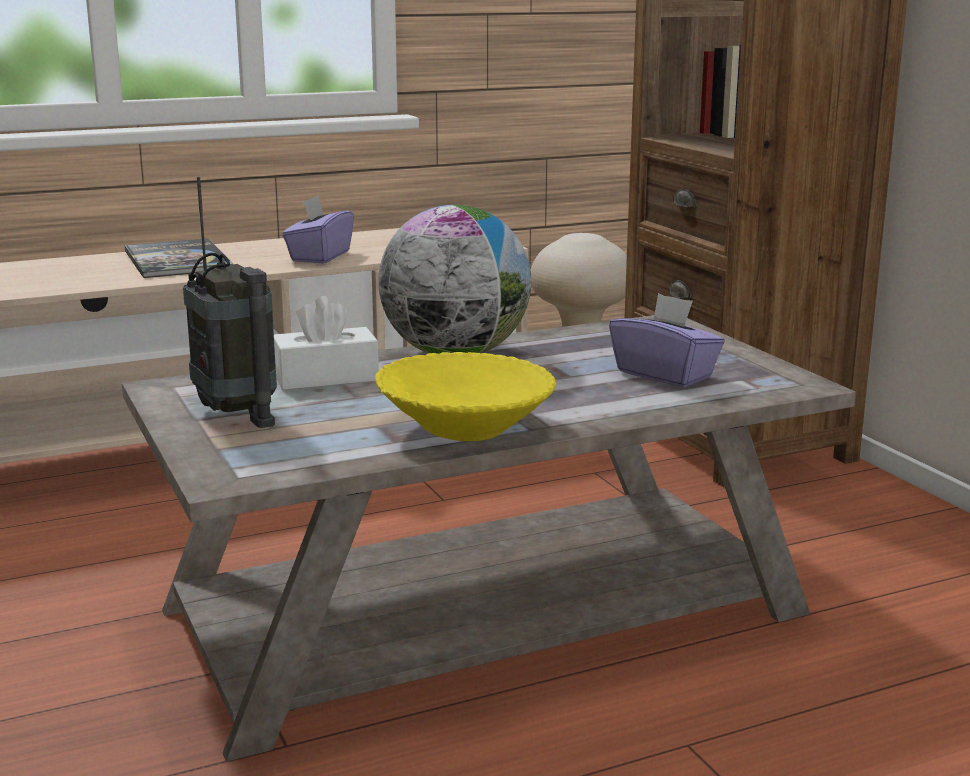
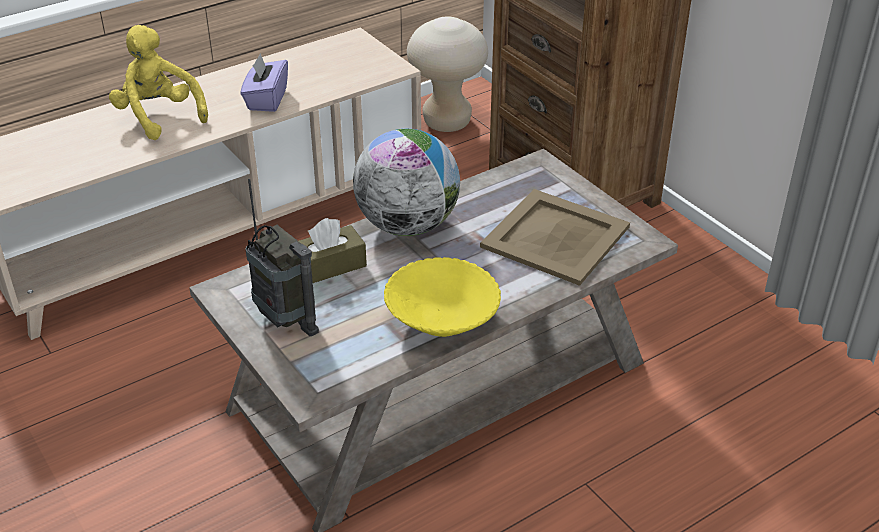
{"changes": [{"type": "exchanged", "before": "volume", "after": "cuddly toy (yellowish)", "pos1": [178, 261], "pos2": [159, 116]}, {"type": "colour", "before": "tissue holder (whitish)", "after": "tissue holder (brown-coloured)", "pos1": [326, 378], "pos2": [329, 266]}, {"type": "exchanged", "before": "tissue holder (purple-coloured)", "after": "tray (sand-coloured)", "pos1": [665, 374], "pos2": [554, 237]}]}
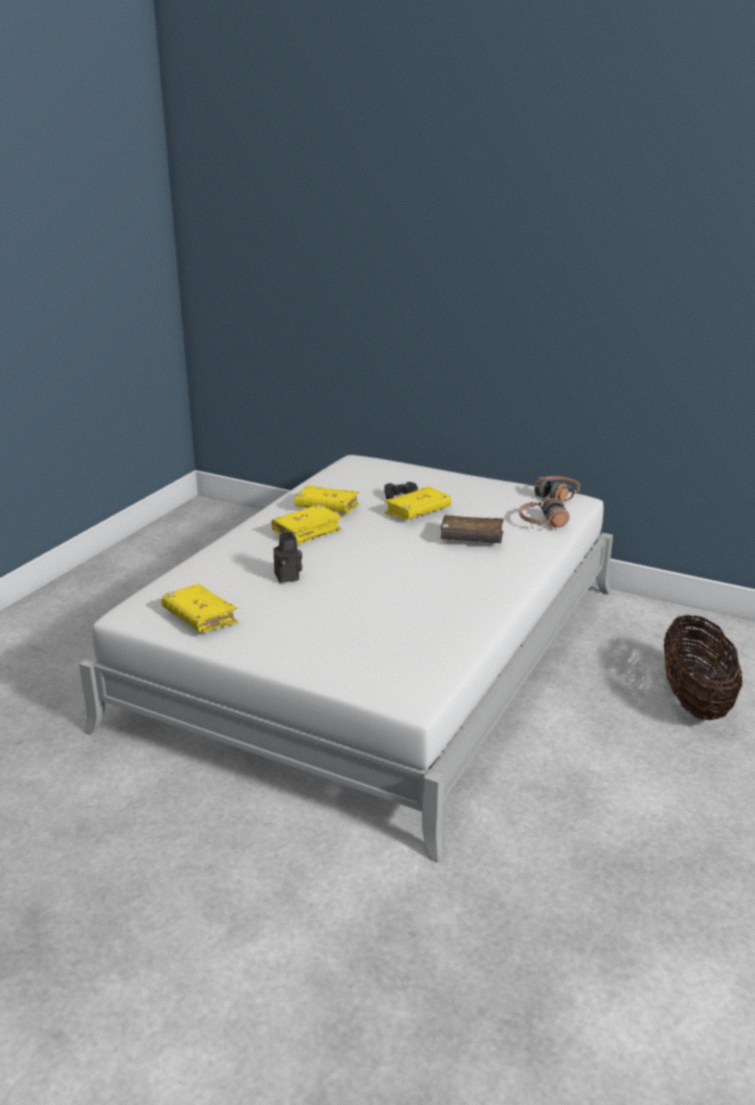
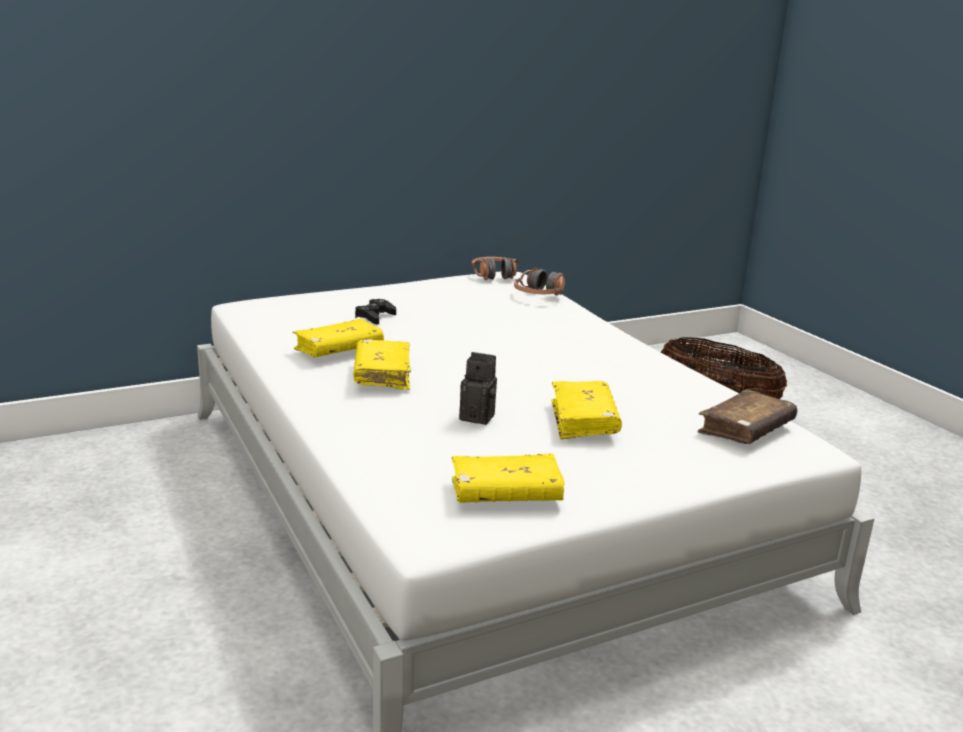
{"changes": [{"type": "relocated", "before": "volume (yellowish)", "pos1": [417, 512], "pos2": [583, 420]}, {"type": "relocated", "before": "volume (brown-coloured)", "pos1": [471, 538], "pos2": [745, 430]}]}
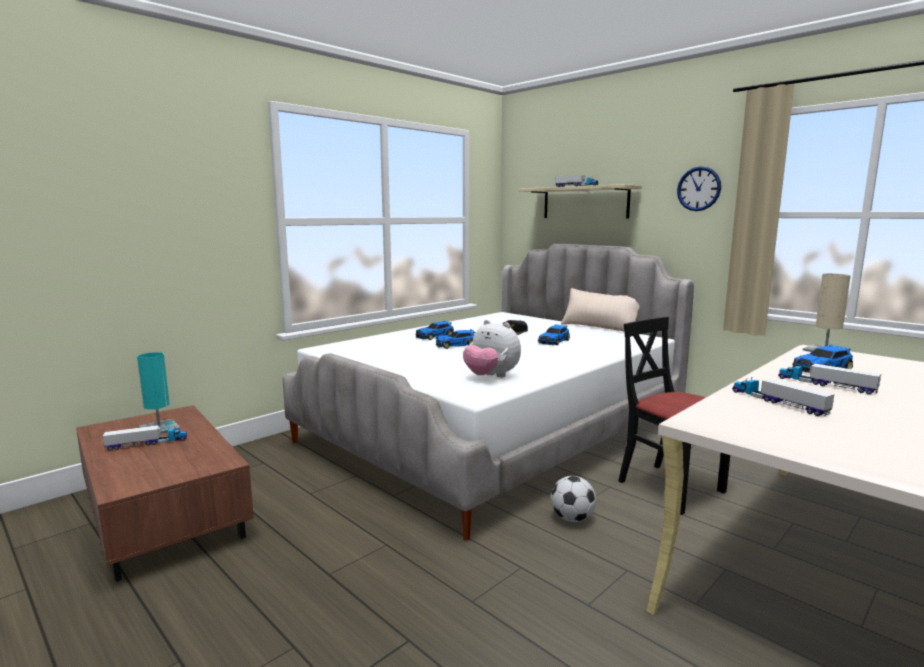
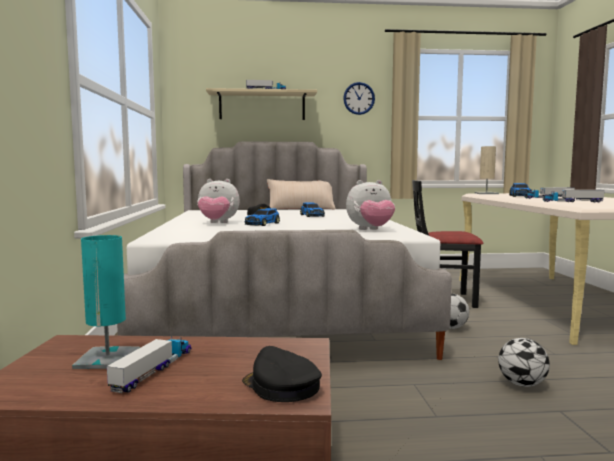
{"changes": [{"type": "exchanged", "before": "model car", "after": "cuddly toy", "pos1": [435, 336], "pos2": [217, 223]}, {"type": "appeared", "after": "cap (black)", "pos2": [281, 386]}, {"type": "appeared", "after": "football", "pos2": [522, 384]}]}
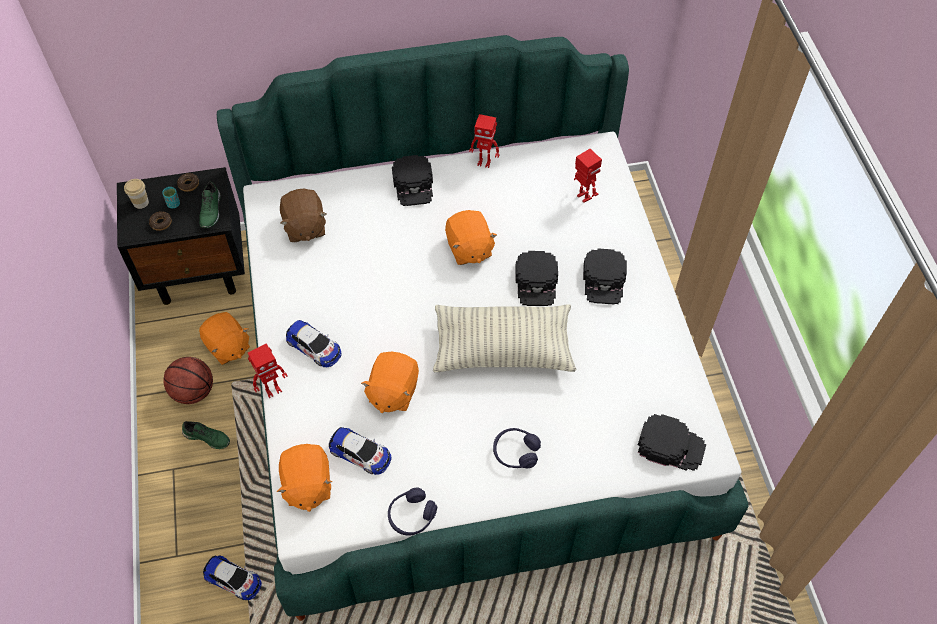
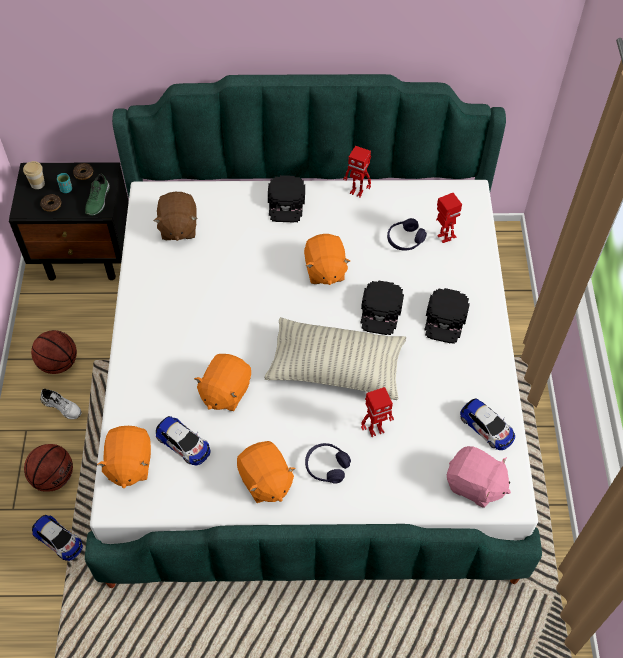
{"changes": [{"type": "appeared", "after": "ball for basketball", "pos2": [53, 477]}, {"type": "colour", "before": "low shoe (green)", "after": "low shoe (whitish)", "pos1": [207, 437], "pos2": [62, 406]}, {"type": "relocated", "before": "cuddly toy (orangey)", "pos1": [227, 347], "pos2": [265, 481]}, {"type": "relocated", "before": "model robot", "pos1": [272, 390], "pos2": [375, 429]}, {"type": "relocated", "before": "pair of headphones (purple-coloured)", "pos1": [411, 516], "pos2": [405, 240]}, {"type": "exchanged", "before": "cap (black)", "after": "cuddly toy (pink-coloured)", "pos1": [670, 445], "pos2": [474, 485]}, {"type": "relocated", "before": "model car", "pos1": [314, 347], "pos2": [486, 427]}]}
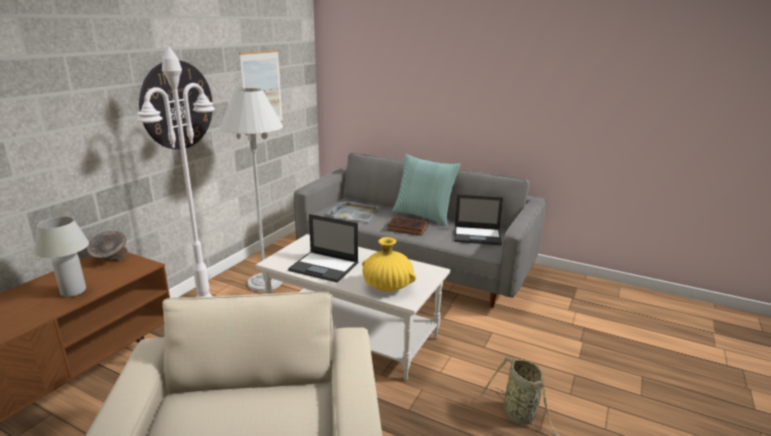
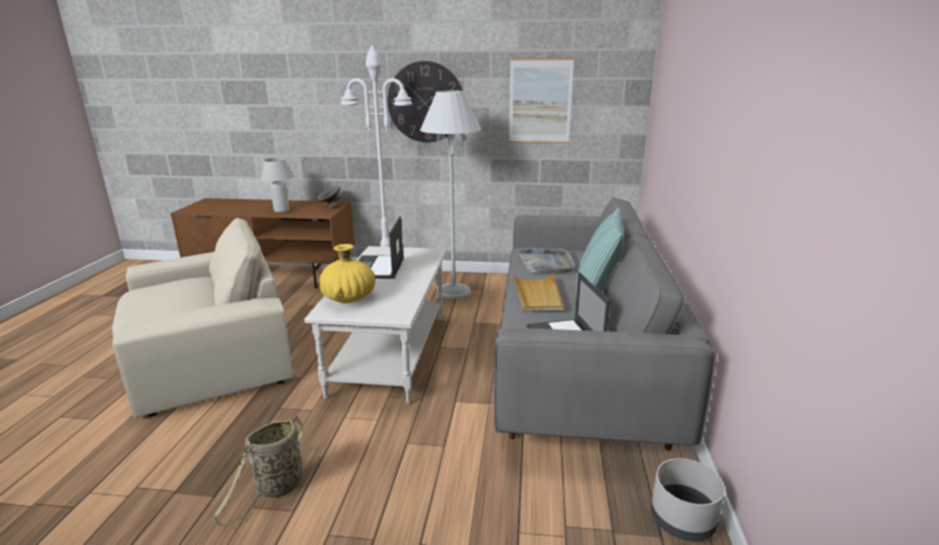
{"changes": [{"type": "exchanged", "before": "volume (brown-coloured)", "after": "tray (sand-coloured)", "pos1": [408, 228], "pos2": [537, 295]}, {"type": "appeared", "after": "plant pot (grey)", "pos2": [683, 520]}]}
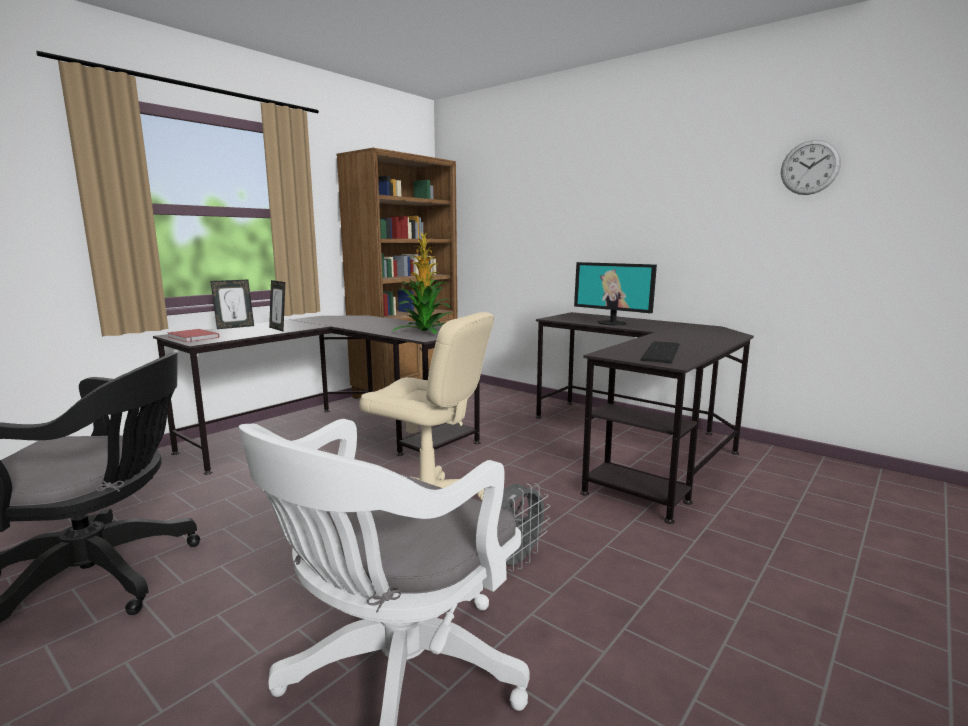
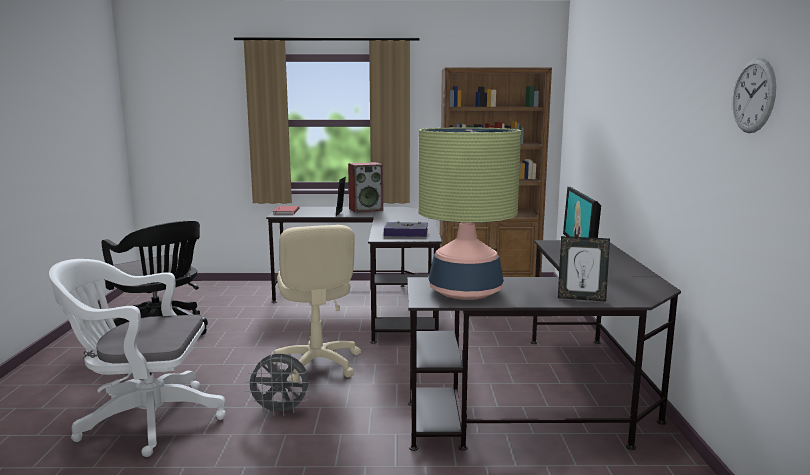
{"changes": [{"type": "appeared", "after": "speaker", "pos2": [366, 209]}, {"type": "exchanged", "before": "potted plant", "after": "volume", "pos1": [426, 331], "pos2": [406, 233]}, {"type": "exchanged", "before": "computer keyboard", "after": "tabletop lamp", "pos1": [659, 352], "pos2": [465, 291]}, {"type": "relocated", "before": "picture frame", "pos1": [235, 327], "pos2": [581, 298]}]}
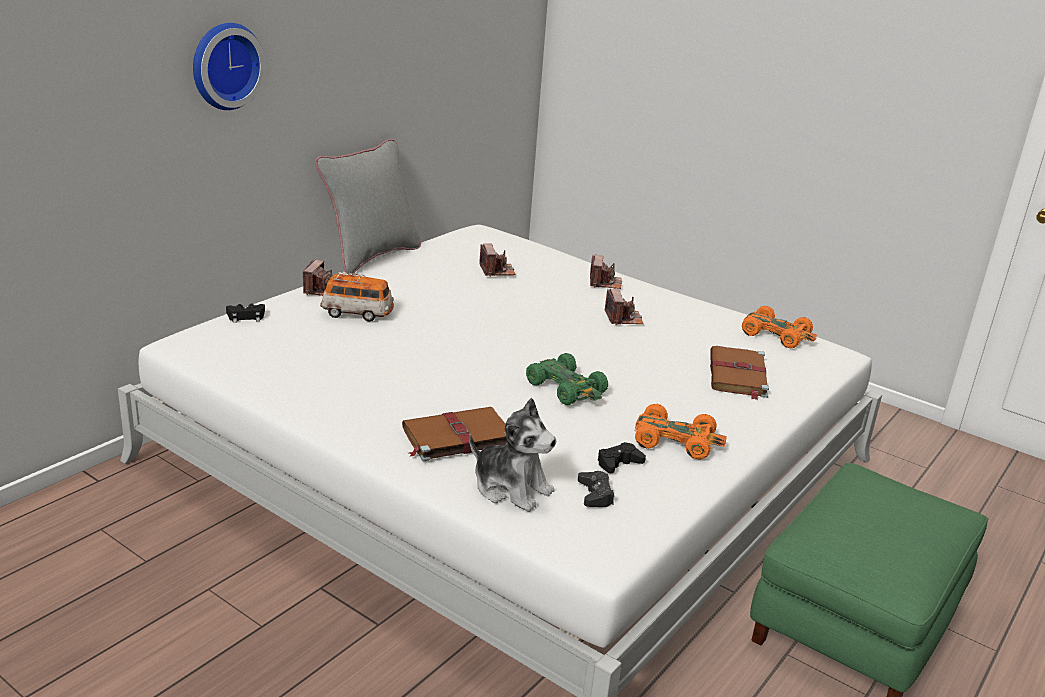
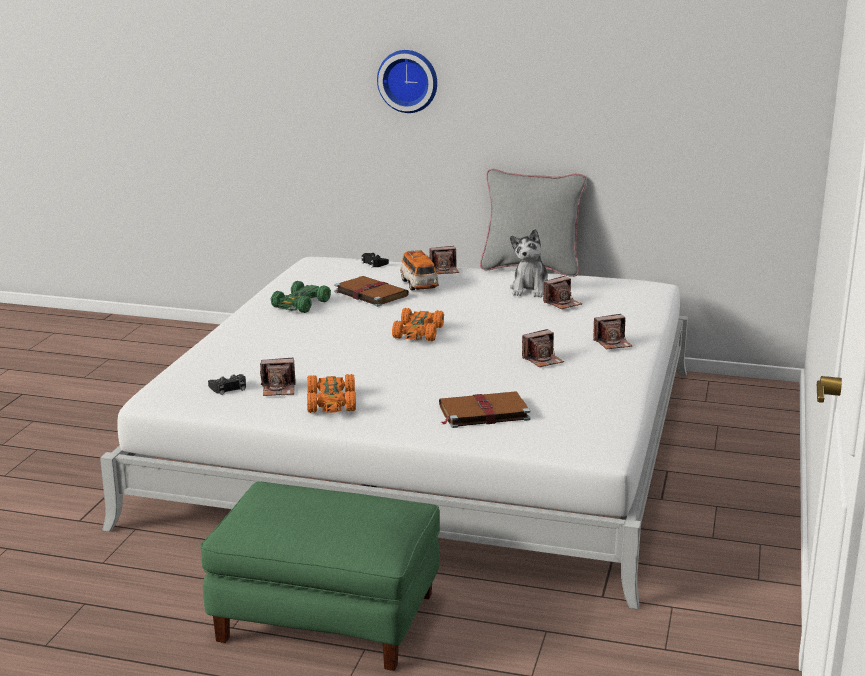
{"changes": [{"type": "exchanged", "before": "joypad (black)", "after": "still camera", "pos1": [618, 463], "pos2": [279, 389]}, {"type": "relocated", "before": "model car (green)", "pos1": [567, 388], "pos2": [301, 304]}, {"type": "relocated", "before": "volume (brown-coloured)", "pos1": [455, 437], "pos2": [370, 293]}, {"type": "relocated", "before": "model car (orangey)", "pos1": [777, 335], "pos2": [418, 333]}, {"type": "relocated", "before": "cuddly toy", "pos1": [511, 488], "pos2": [530, 289]}]}
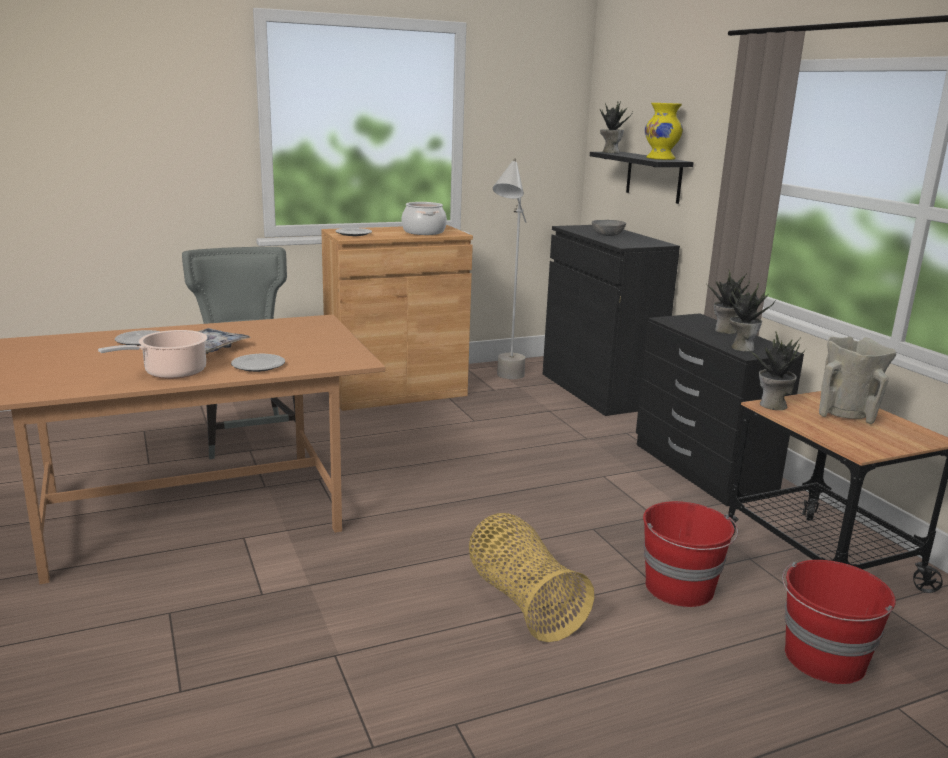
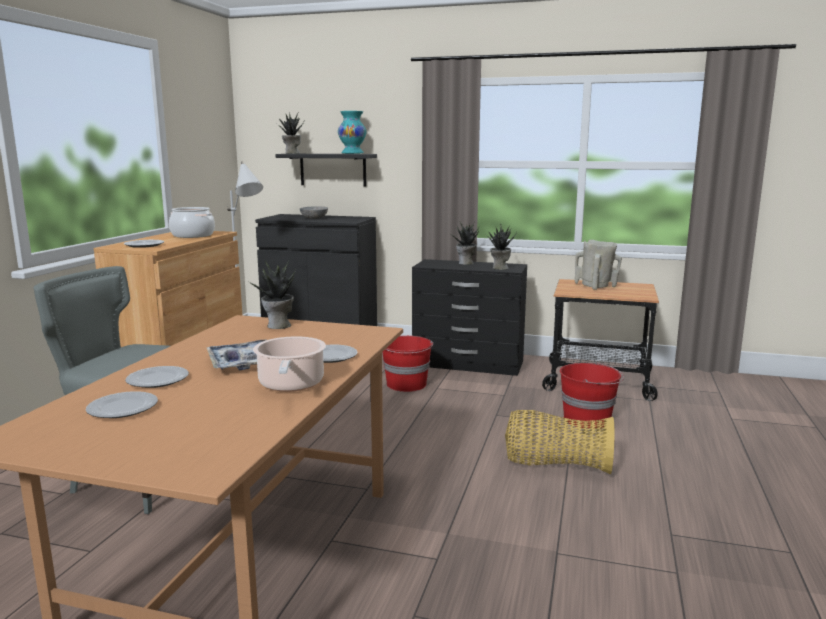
{"changes": [{"type": "appeared", "after": "flat dish", "pos2": [123, 409]}, {"type": "relocated", "before": "potted plant", "pos1": [772, 405], "pos2": [278, 326]}, {"type": "colour", "before": "vase (yellowish)", "after": "vase (blue-green)", "pos1": [661, 159], "pos2": [353, 153]}, {"type": "relocated", "before": "water bucket (reddish)", "pos1": [824, 659], "pos2": [406, 384]}]}
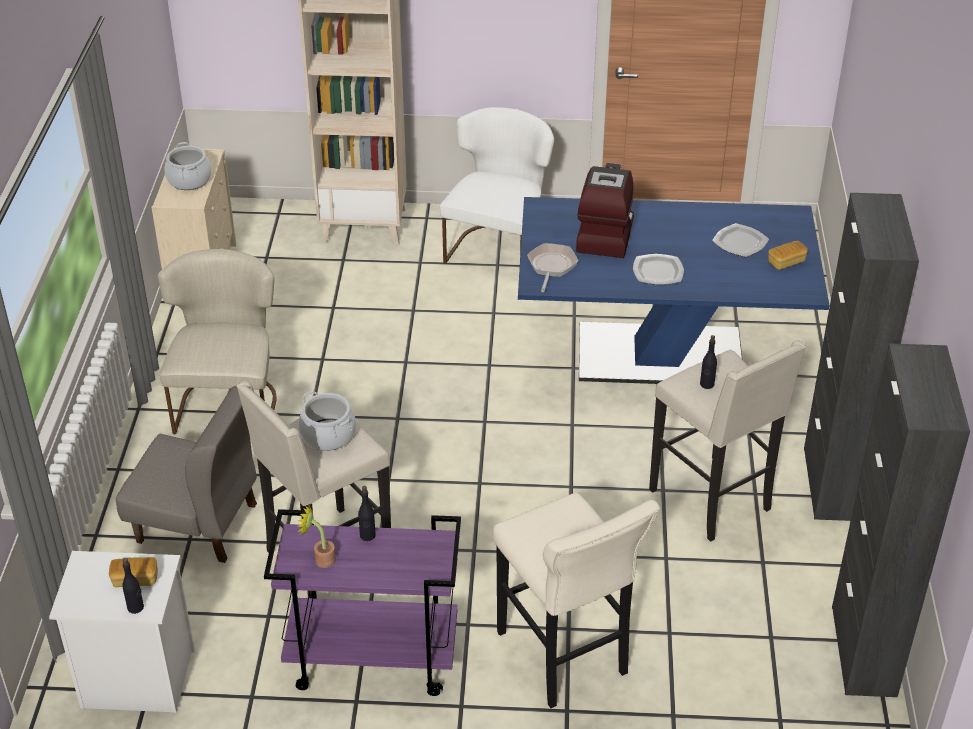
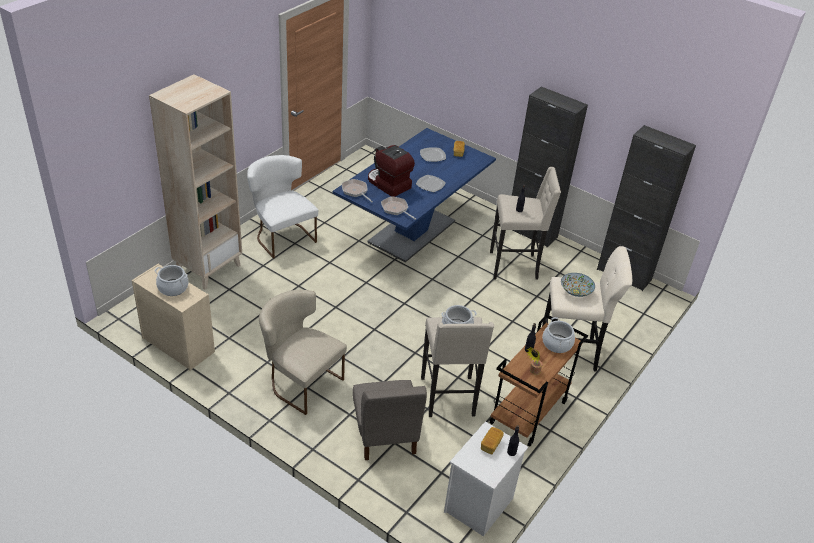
{"changes": [{"type": "appeared", "after": "pan", "pos2": [355, 191]}, {"type": "spun", "before": "chair (grey)", "pos1": [198, 523], "pos2": [385, 434], "turn": 120}, {"type": "colour", "before": "cart (purple-coloured)", "after": "cart (brown-coloured)", "pos1": [371, 660], "pos2": [528, 413]}, {"type": "appeared", "after": "saucepot", "pos2": [557, 344]}, {"type": "appeared", "after": "bowl", "pos2": [576, 291]}]}
